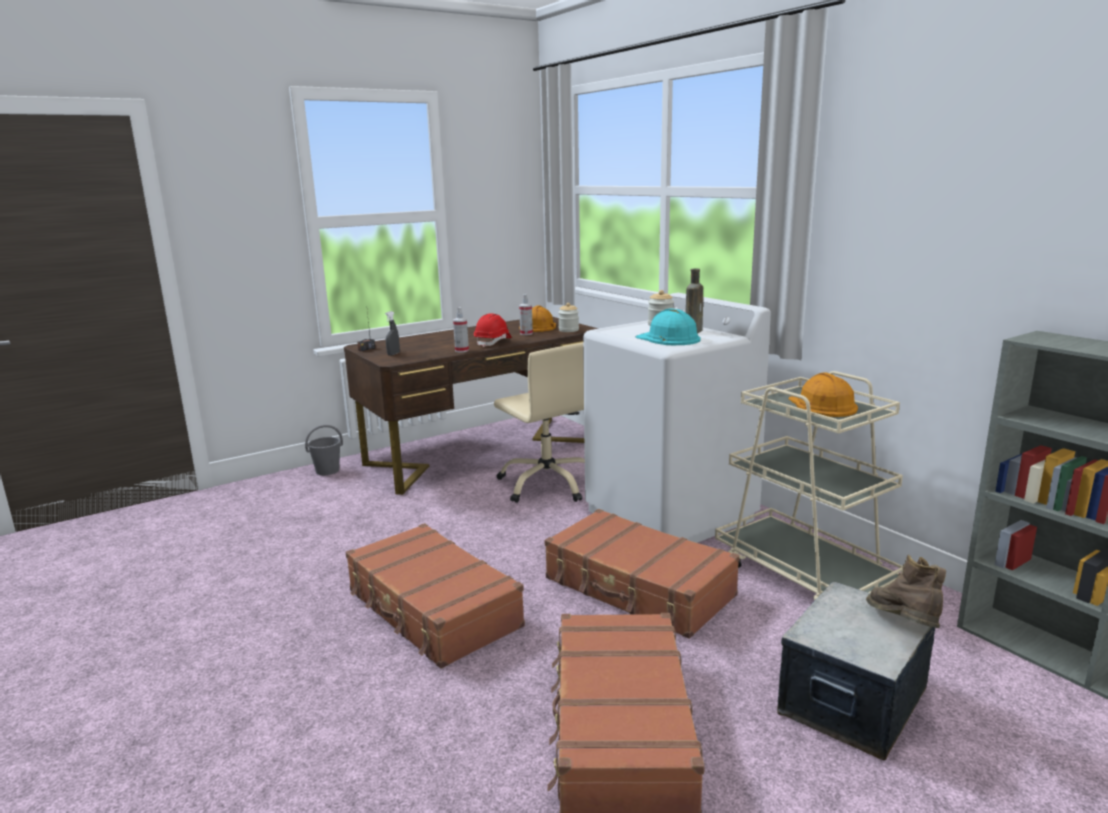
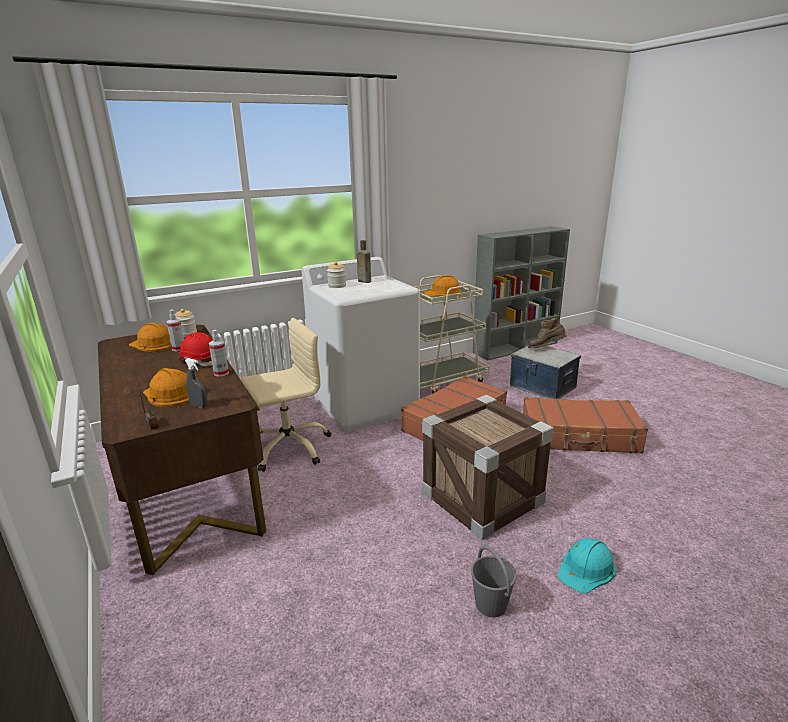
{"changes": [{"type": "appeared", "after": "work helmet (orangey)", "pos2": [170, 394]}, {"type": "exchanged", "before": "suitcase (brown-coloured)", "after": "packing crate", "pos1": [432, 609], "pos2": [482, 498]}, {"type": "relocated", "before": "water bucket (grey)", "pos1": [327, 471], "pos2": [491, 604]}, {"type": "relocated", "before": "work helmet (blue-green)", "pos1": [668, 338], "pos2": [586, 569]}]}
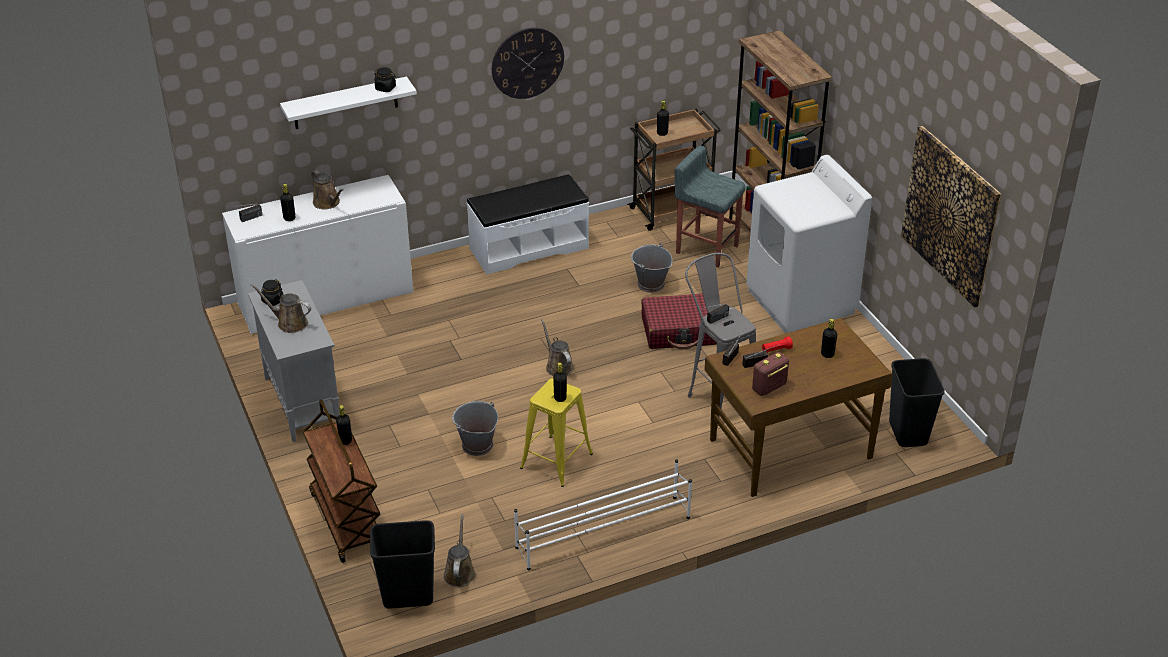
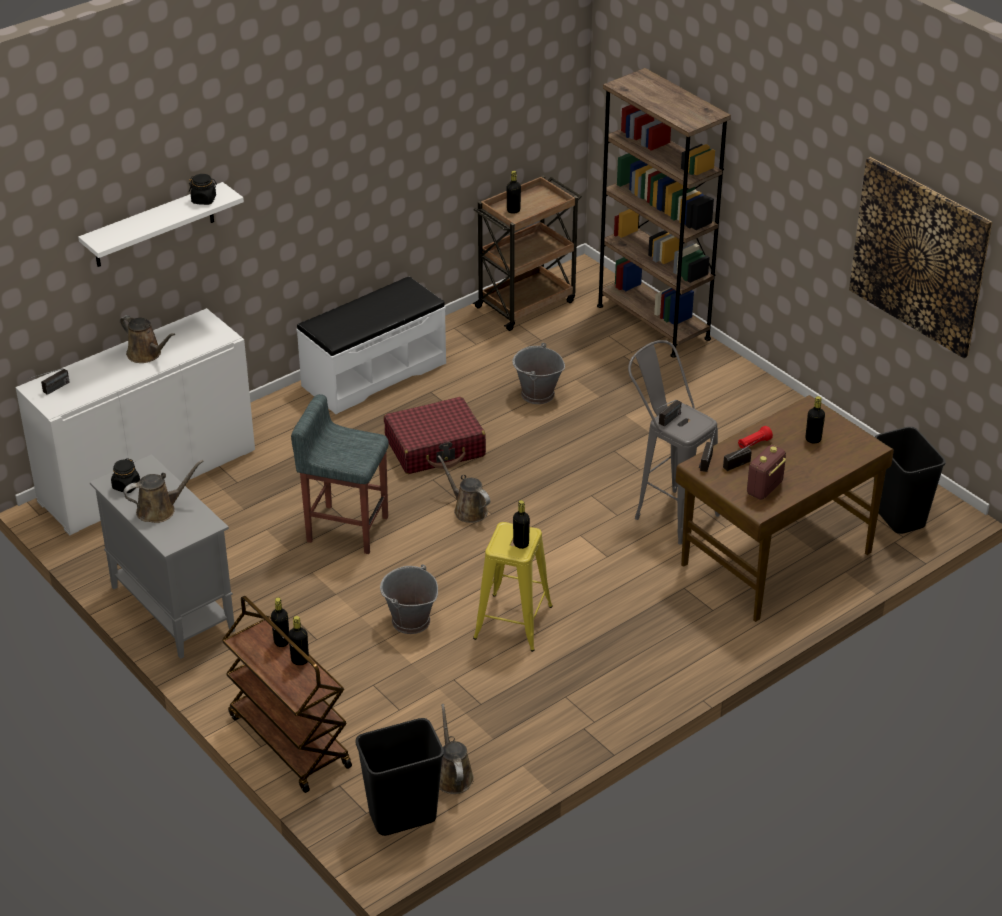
{"changes": [{"type": "spun", "before": "watering can (brown-coloured)", "pos1": [289, 323], "pos2": [160, 510], "turn": 150}, {"type": "relocated", "before": "beverage bottle (black)", "pos1": [289, 218], "pos2": [300, 660]}, {"type": "relocated", "before": "stool (grey)", "pos1": [706, 249], "pos2": [346, 529]}, {"type": "relocated", "before": "suitcase (reddish)", "pos1": [679, 331], "pos2": [435, 447]}, {"type": "missing", "before": "wall clock", "pos1": [527, 63]}, {"type": "missing", "before": "shoe rack (whitish)", "pos1": [602, 532]}, {"type": "missing", "before": "laundry appliance (whitish)", "pos1": [801, 301]}]}
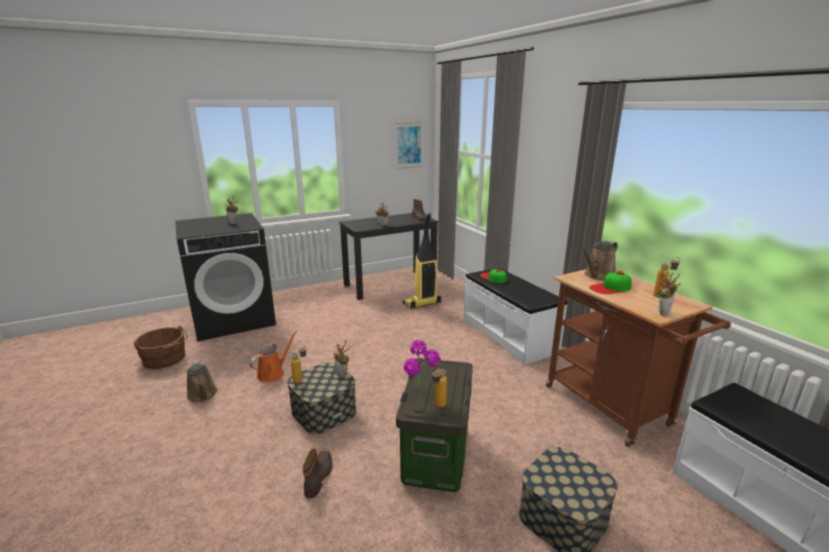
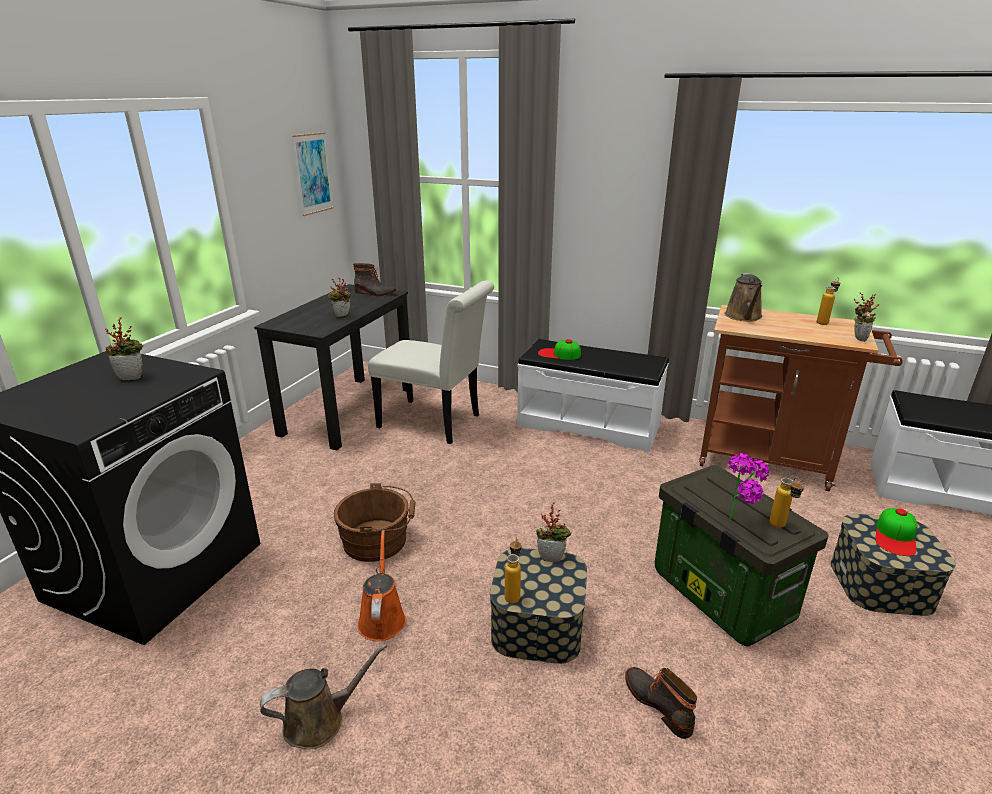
{"changes": [{"type": "spun", "before": "watering can (brown-coloured)", "pos1": [202, 395], "pos2": [320, 720], "turn": -45}, {"type": "relocated", "before": "water bucket (brown-coloured)", "pos1": [165, 359], "pos2": [379, 541]}, {"type": "exchanged", "before": "hoover", "after": "chair (whitish)", "pos1": [422, 304], "pos2": [435, 423]}, {"type": "relocated", "before": "cap", "pos1": [610, 288], "pos2": [895, 536]}]}
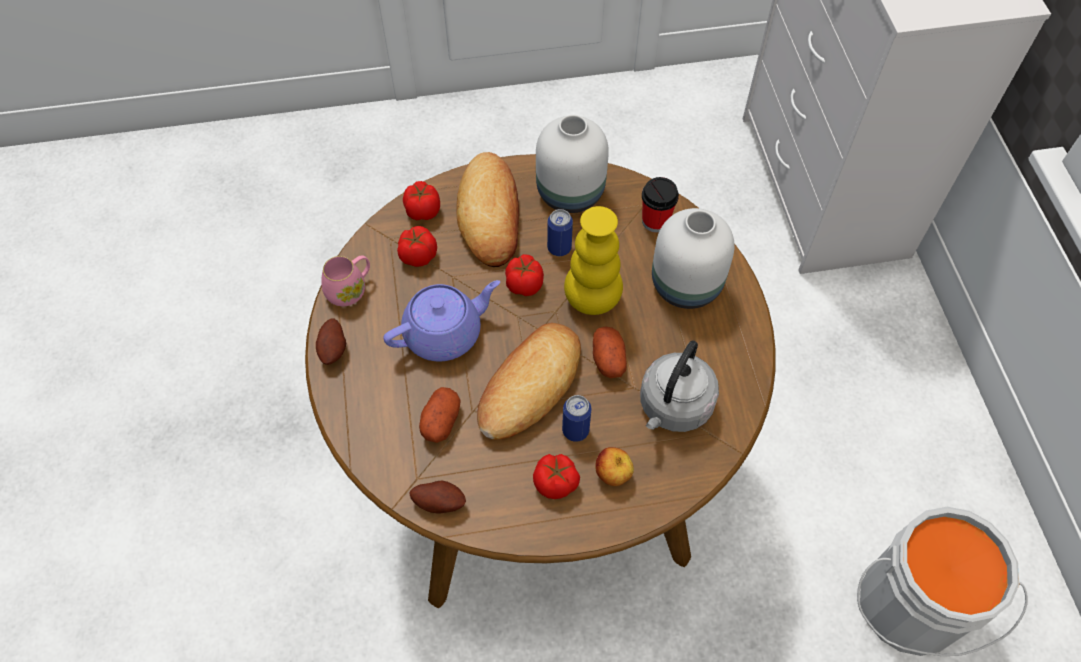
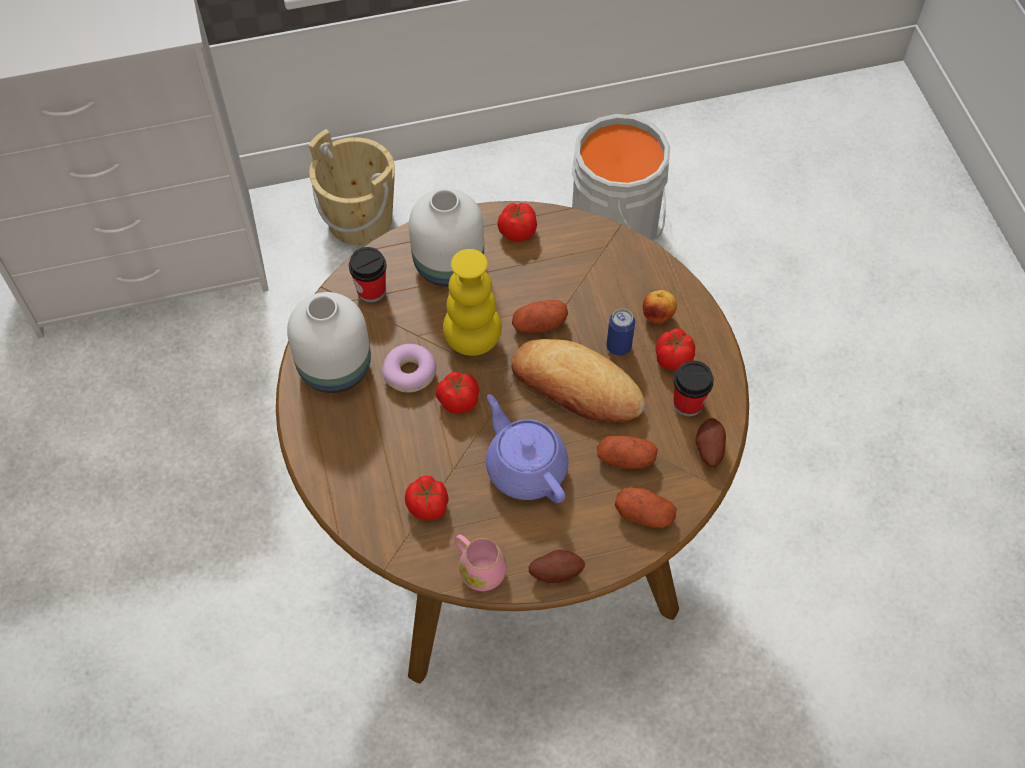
{"changes": [{"type": "appeared", "after": "water bucket (sand-coloured)", "pos2": [360, 219]}, {"type": "exchanged", "before": "metal can", "after": "doughnut", "pos1": [559, 248], "pos2": [410, 373]}, {"type": "relocated", "before": "whole tomato", "pos1": [423, 210], "pos2": [516, 231]}, {"type": "appeared", "after": "whole potato", "pos2": [644, 514]}, {"type": "appeared", "after": "small cup", "pos2": [688, 403]}, {"type": "missing", "before": "baked bread", "pos1": [490, 214]}, {"type": "missing", "before": "kettle (grey)", "pos1": [673, 407]}]}
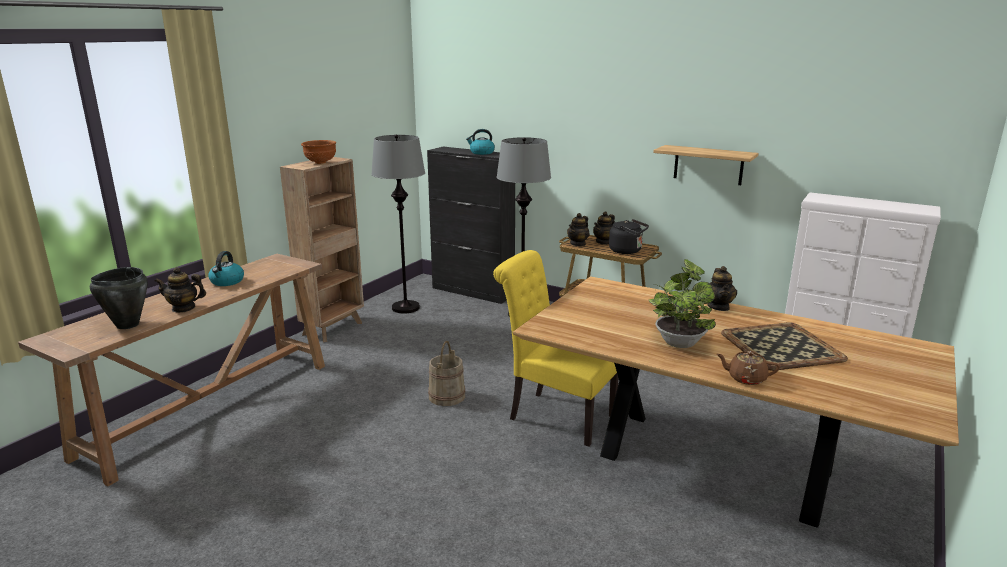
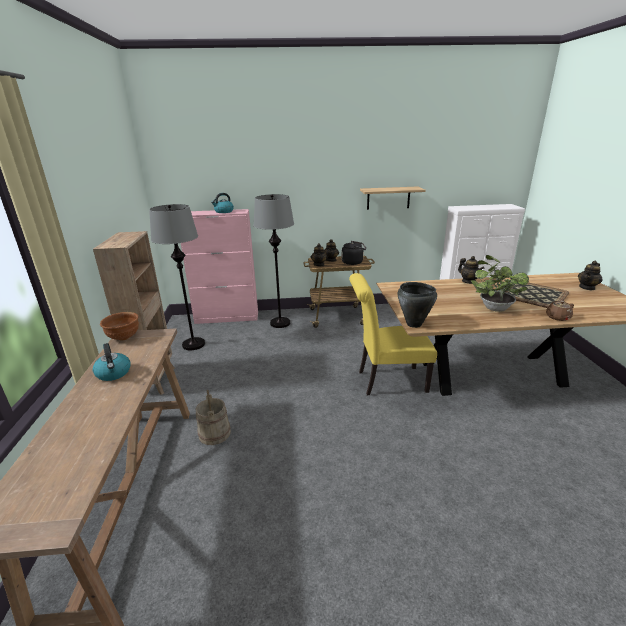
{"changes": [{"type": "relocated", "before": "bowl (brown-coloured)", "pos1": [320, 162], "pos2": [123, 337]}, {"type": "colour", "before": "storage cabinet (black)", "after": "storage cabinet (pink-coloured)", "pos1": [473, 291], "pos2": [227, 317]}, {"type": "relocated", "before": "water bucket (sand-coloured)", "pos1": [446, 396], "pos2": [214, 433]}, {"type": "relocated", "before": "saucepot (black)", "pos1": [127, 325], "pos2": [414, 324]}, {"type": "relocated", "before": "pot for tea", "pos1": [183, 308], "pos2": [587, 287]}]}
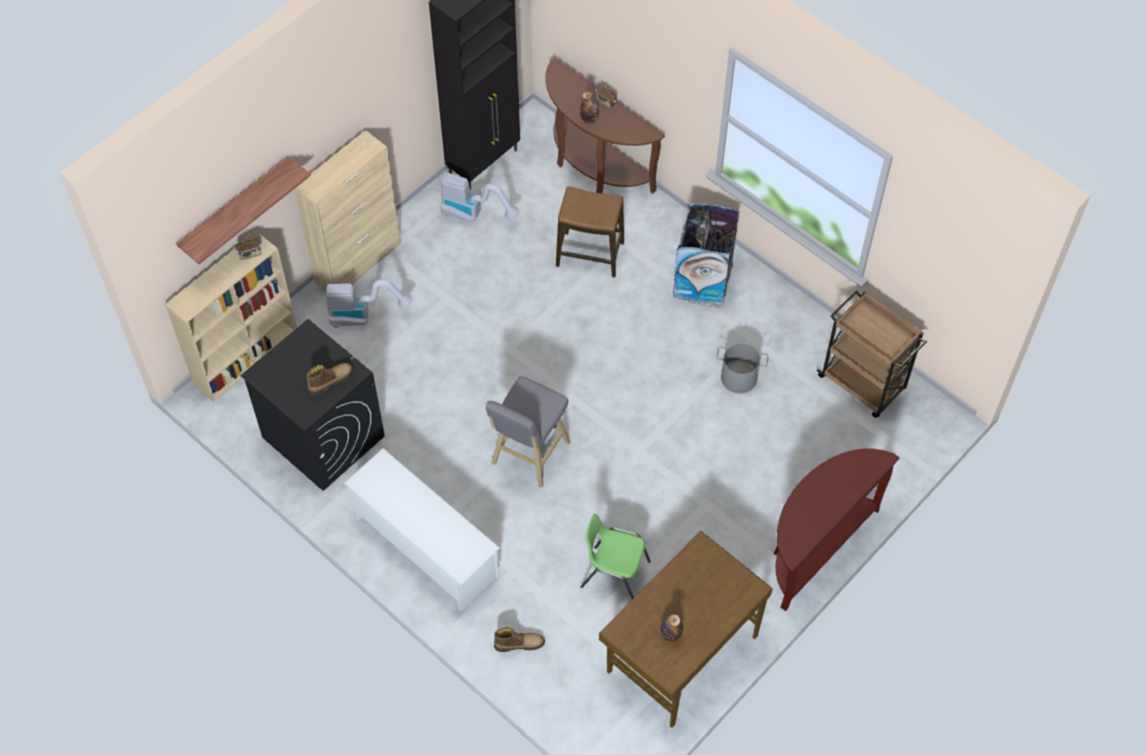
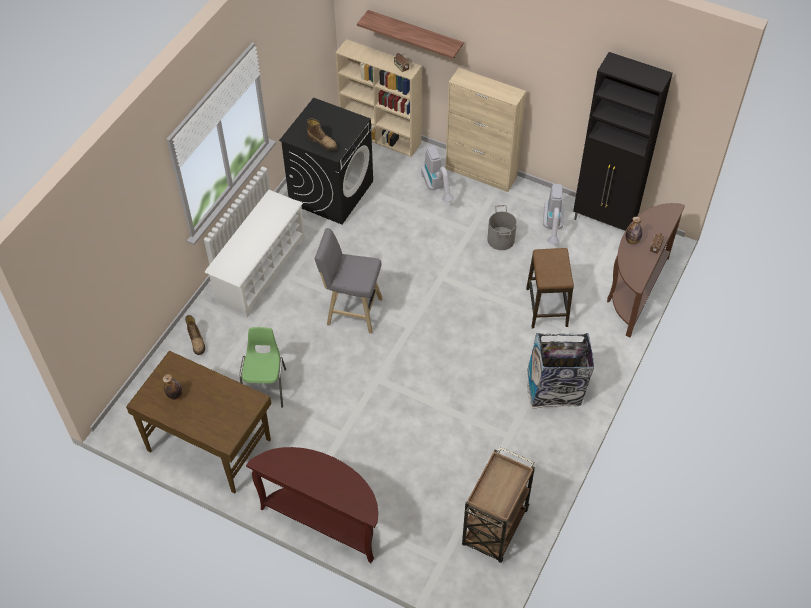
{"changes": [{"type": "relocated", "before": "water bucket (grey)", "pos1": [739, 378], "pos2": [500, 239]}]}
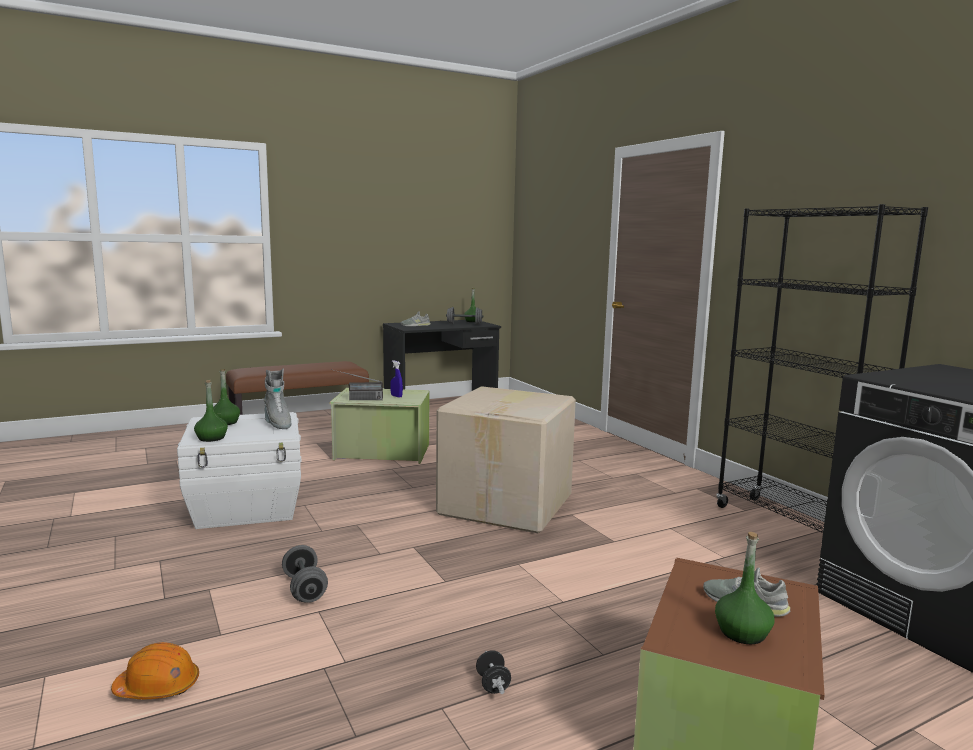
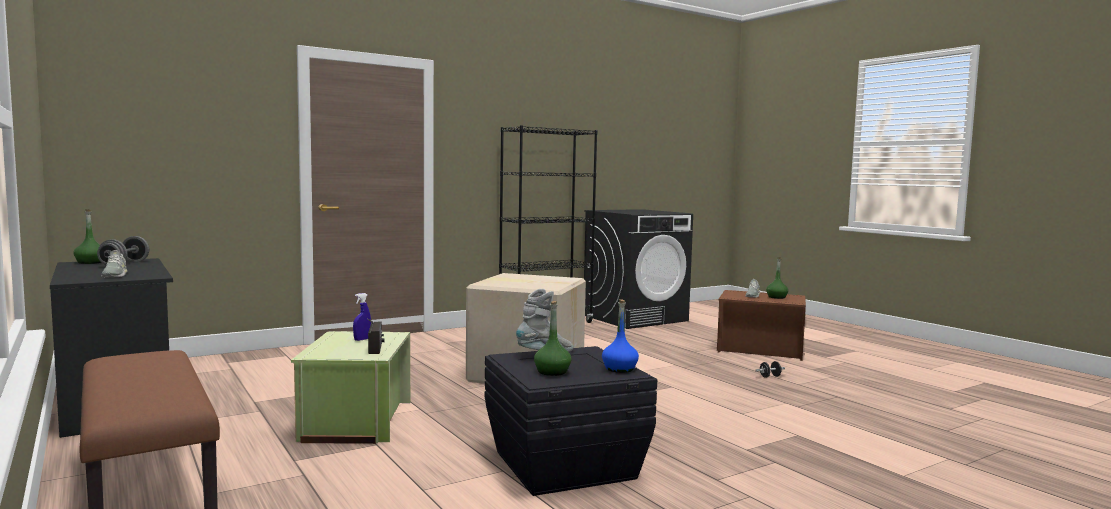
{"changes": [{"type": "colour", "before": "storage box (whitish)", "after": "storage box (black)", "pos1": [247, 507], "pos2": [565, 464]}, {"type": "colour", "before": "beverage bottle (green)", "after": "beverage bottle (blue-coloured)", "pos1": [211, 438], "pos2": [620, 369]}, {"type": "missing", "before": "work helmet (orangey)", "pos1": [158, 687]}, {"type": "missing", "before": "hand weight (grey)", "pos1": [304, 589]}]}
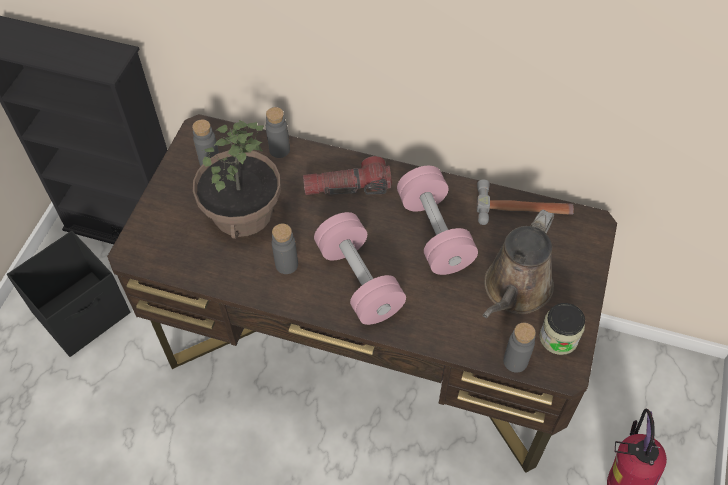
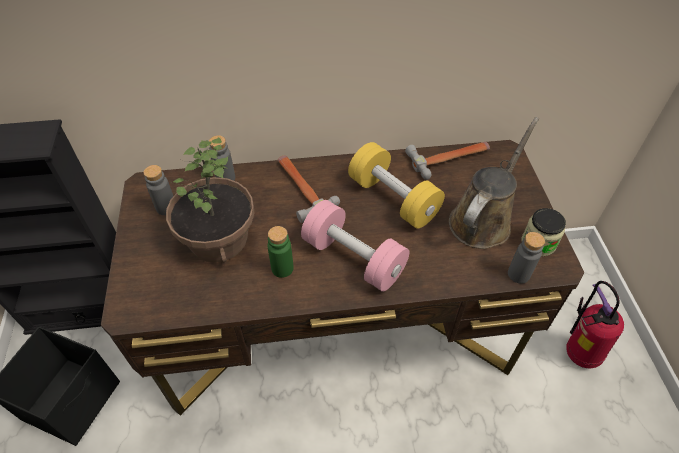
{"changes": [{"type": "colour", "before": "beverage bottle (grey)", "after": "beverage bottle (green)", "pos1": [286, 264], "pos2": [282, 268]}, {"type": "exchanged", "before": "hand torch", "after": "hammer", "pos1": [347, 187], "pos2": [301, 188]}, {"type": "colour", "before": "hand weight (pink-coloured)", "after": "hand weight (yellowish)", "pos1": [434, 233], "pos2": [393, 199]}, {"type": "spun", "before": "watering can (brown-coloured)", "pos1": [515, 291], "pos2": [482, 220], "turn": -150}]}
